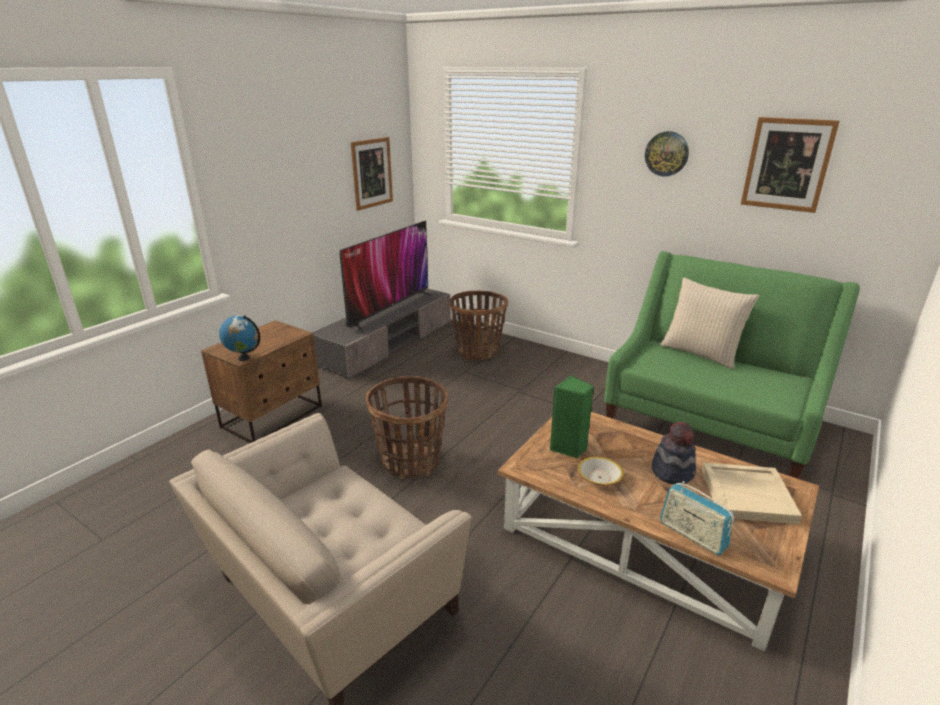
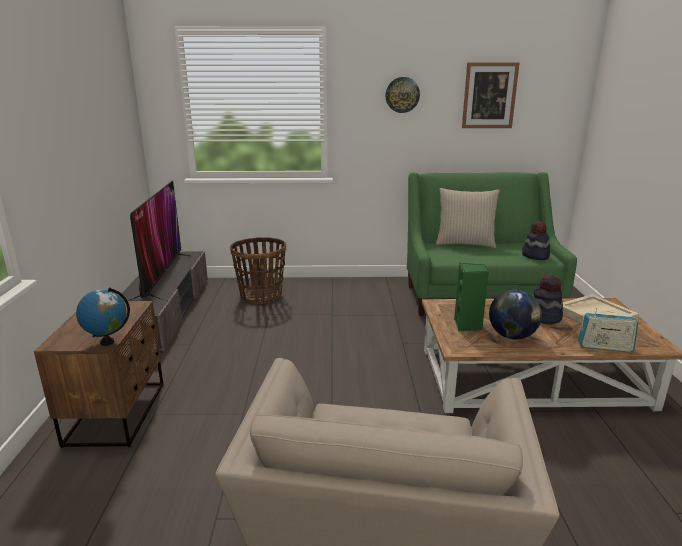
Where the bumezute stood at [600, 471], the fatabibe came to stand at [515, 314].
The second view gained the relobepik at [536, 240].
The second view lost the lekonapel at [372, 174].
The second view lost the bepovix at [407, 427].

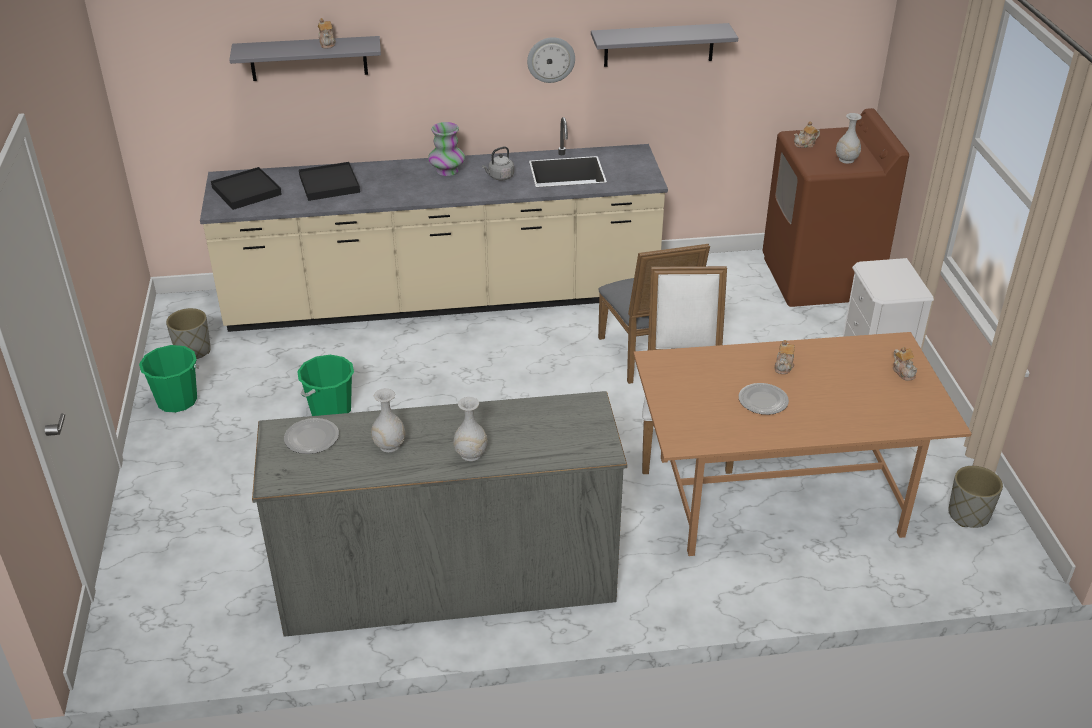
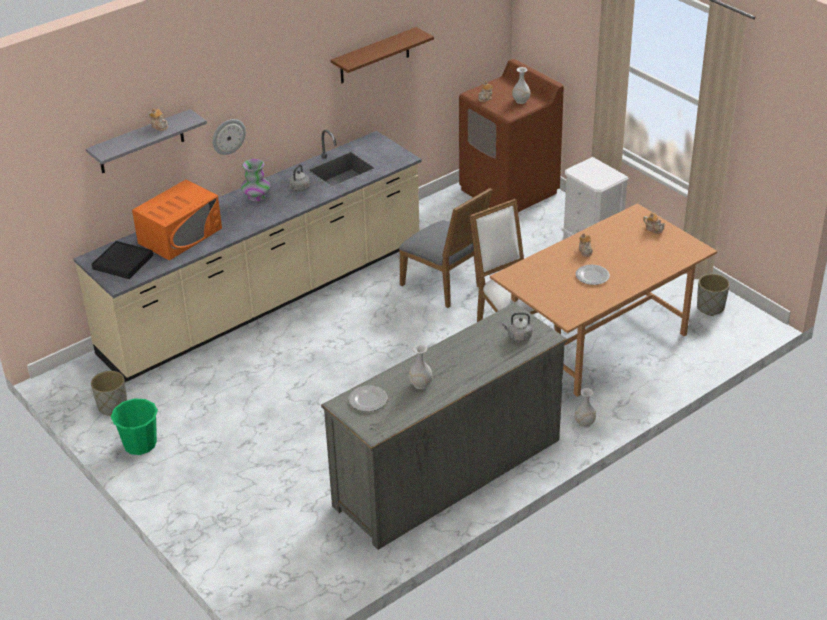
Where the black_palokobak stood at [329, 181], the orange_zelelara came to stand at [177, 220].
The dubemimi ended up elsewhere, having gone from [551, 60] to [229, 137].
What was the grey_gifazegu at [664, 45] turned into the brown_gifazegu at [382, 55].
The second view gained the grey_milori at [517, 327].
The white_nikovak ended up elsewhere, having gone from [470, 429] to [585, 408].
The second view lost the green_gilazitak at [325, 385].

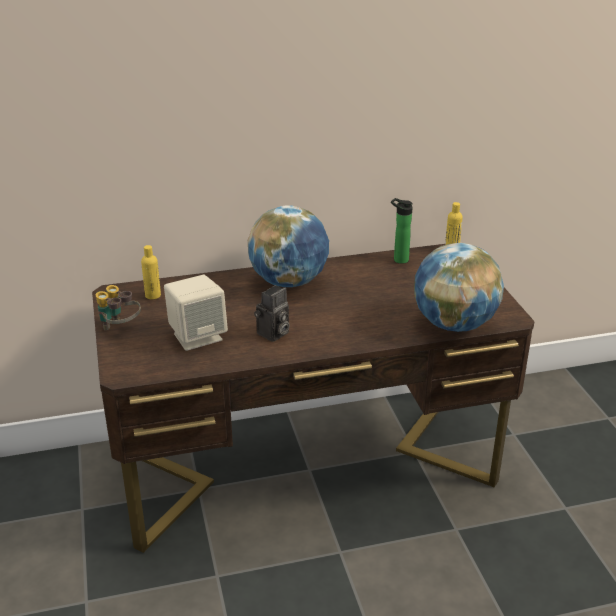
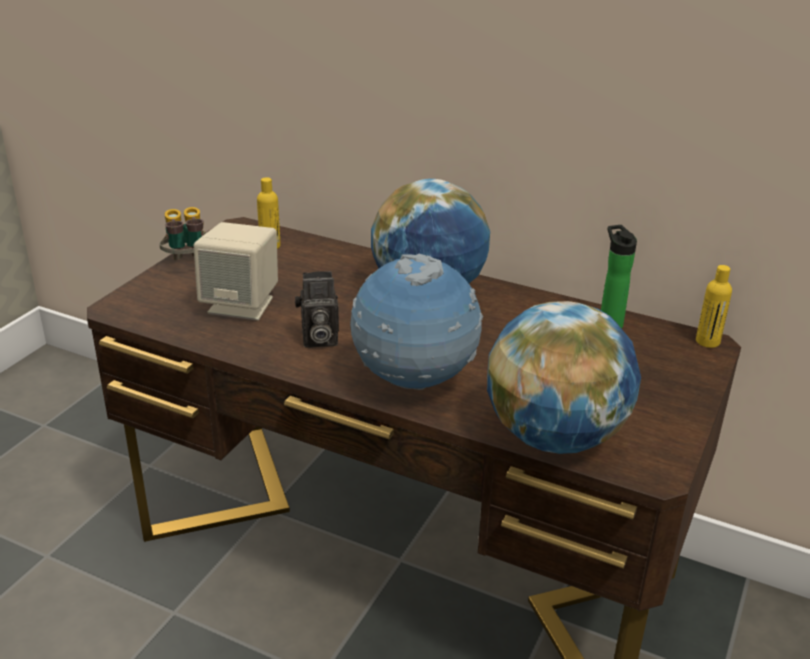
The second view gained the fatabibe at [416, 322].

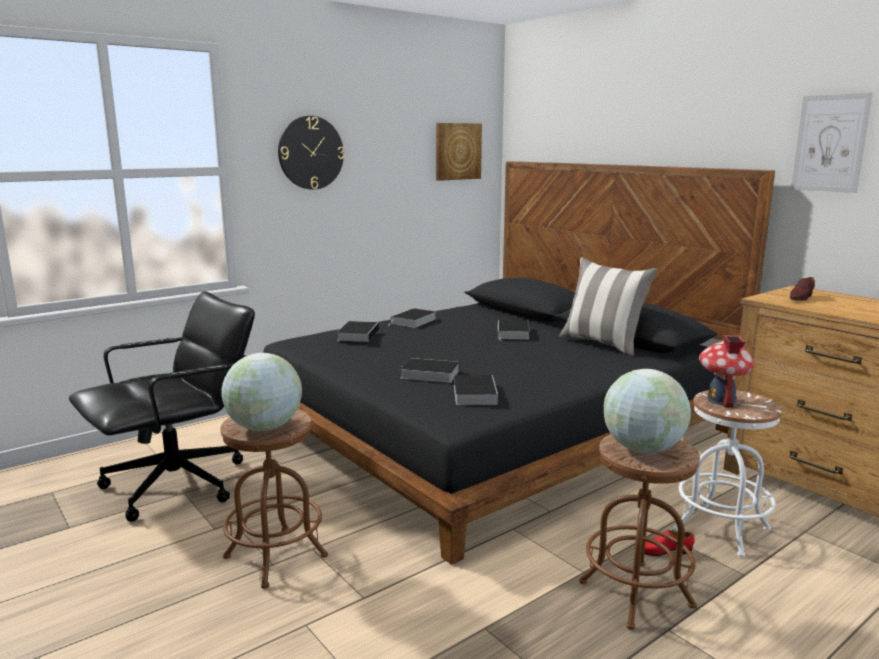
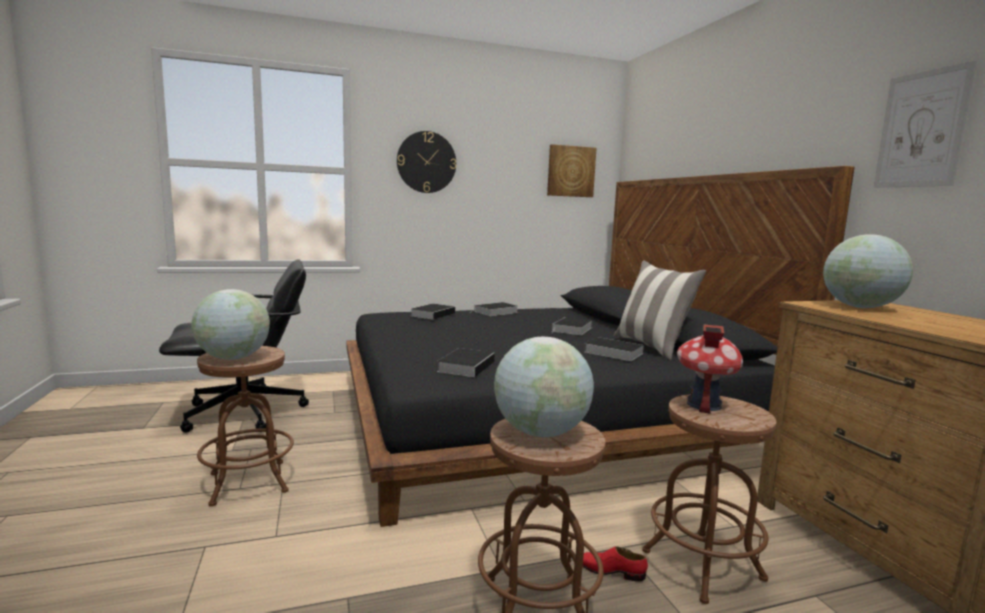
The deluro ended up elsewhere, having gone from [430, 370] to [614, 349].
What was the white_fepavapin at [728, 473] turned into the brown_fepavapin at [709, 499].
Where the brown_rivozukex stood at [802, 289], the fatabibe came to stand at [868, 271].

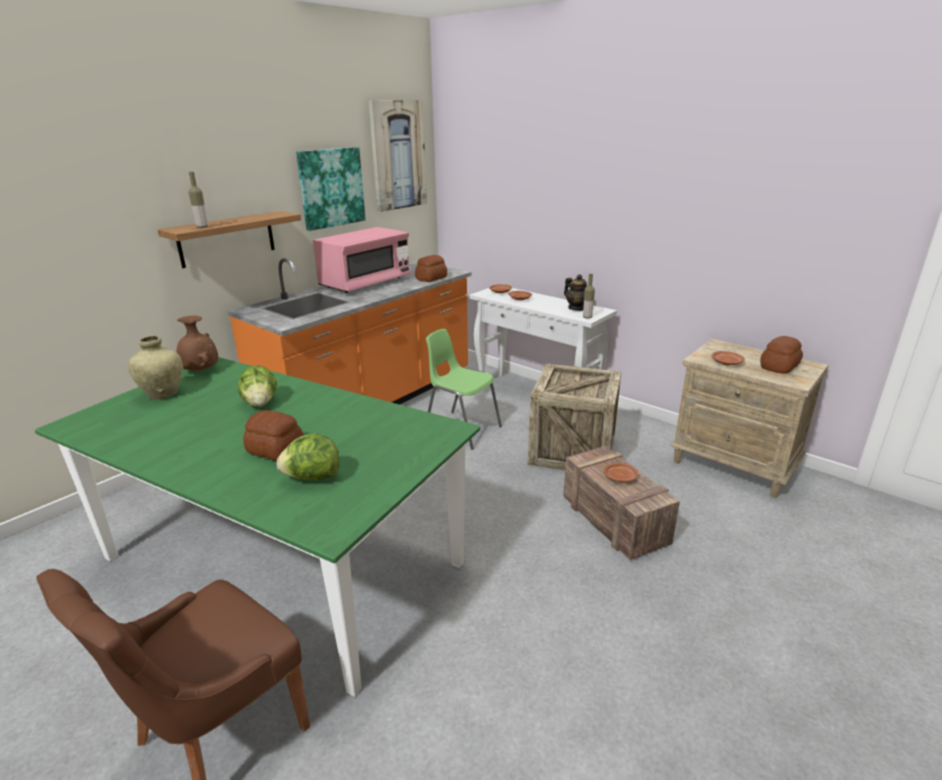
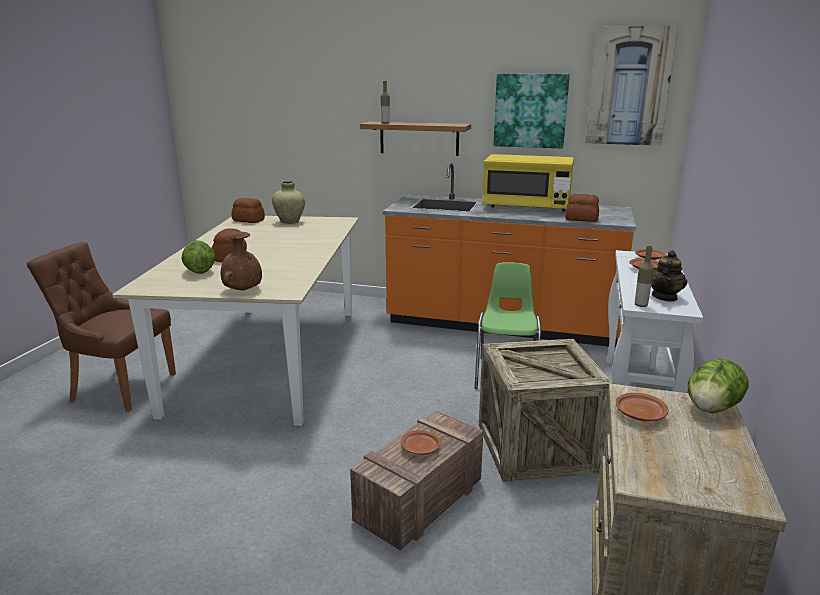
What was the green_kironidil at [257, 527] turned into the beige_kironidil at [235, 321].
The brown_nikovak ended up elsewhere, having gone from [197, 343] to [241, 261].
The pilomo ended up elsewhere, having gone from [781, 355] to [248, 210].
What was the pink_zelelara at [362, 260] turned into the yellow_zelelara at [528, 183].
The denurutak ended up elsewhere, having gone from [257, 386] to [718, 386].

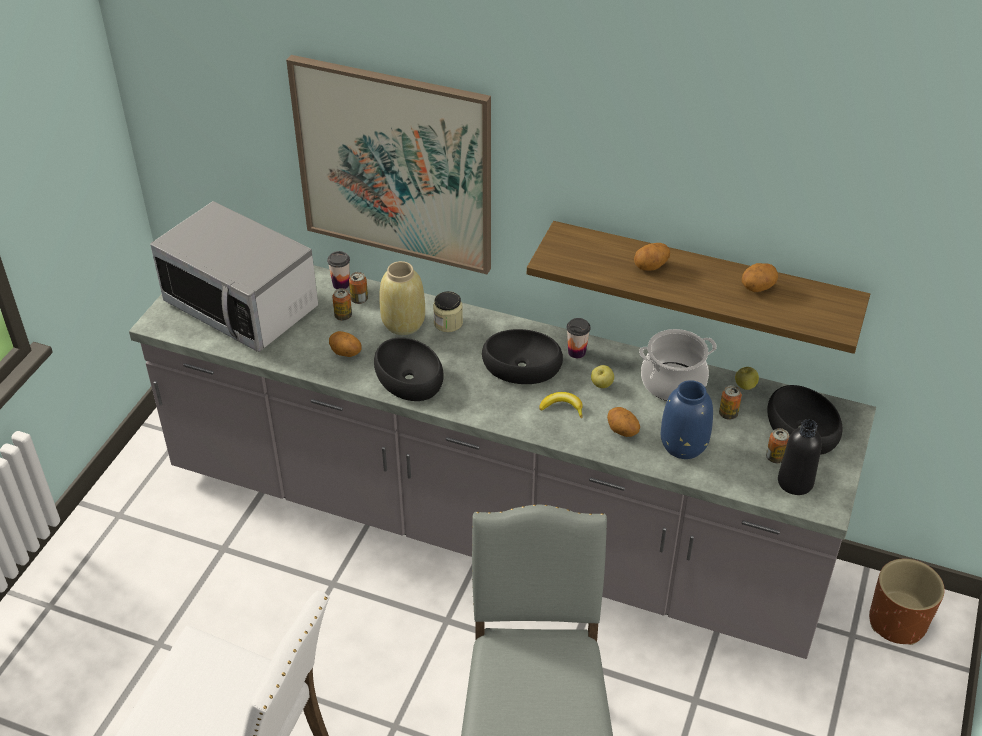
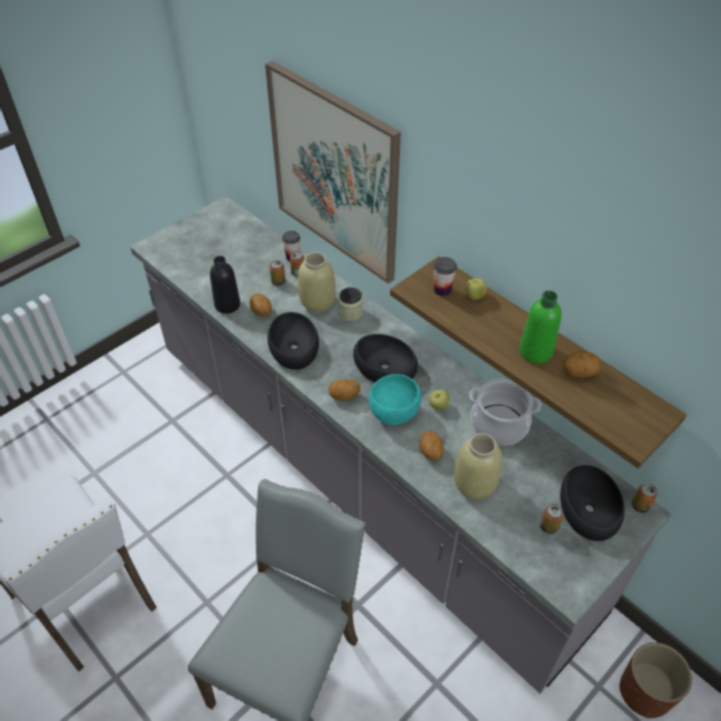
The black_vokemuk ended up elsewhere, having gone from [800, 457] to [225, 285].
The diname ended up elsewhere, having gone from [652, 257] to [344, 390].
Where the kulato stood at [561, 405], the turquoise_bumezute came to stand at [395, 399].
The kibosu ended up elsewhere, having gone from [578, 338] to [445, 276].
What was the blue_nikovak at [687, 419] turned into the beige_nikovak at [478, 466].
The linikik ended up elsewhere, having gone from [747, 378] to [476, 289].
The second view gained the green_vokemuk at [540, 327].
The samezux ended up elsewhere, having gone from [730, 402] to [644, 498].
The second view lost the zelelara at [234, 276].

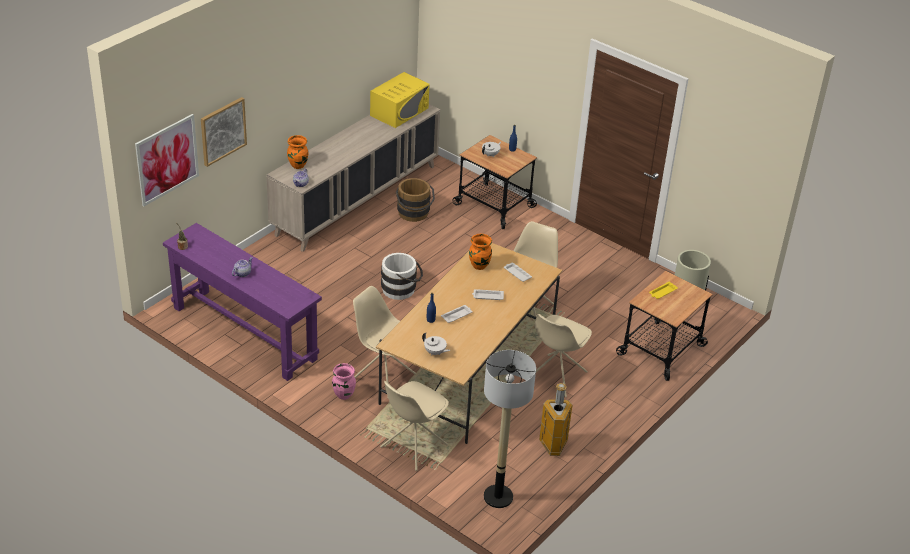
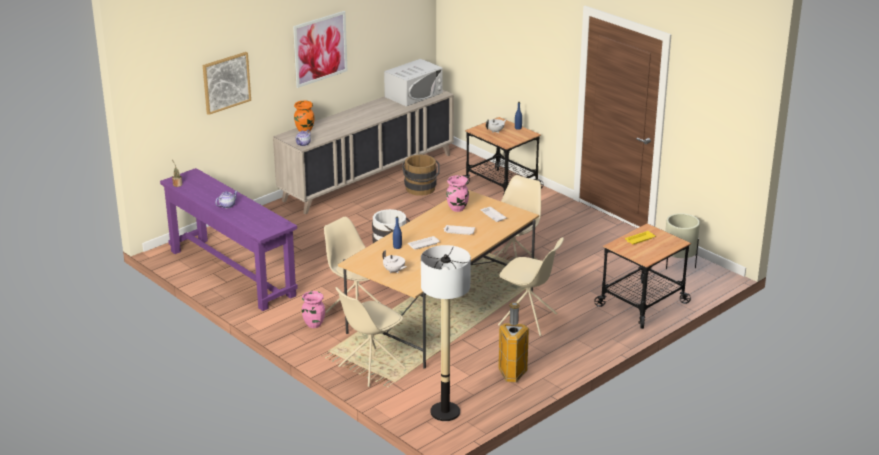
The lekonapel ended up elsewhere, having gone from [167, 160] to [320, 49].
What was the yellow_zelelara at [399, 100] turned into the white_zelelara at [413, 82].
What was the orange_nikovak at [480, 252] turned into the pink_nikovak at [457, 193].
The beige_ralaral at [563, 355] ended up facing another way, 105 degrees counterclockwise from before.

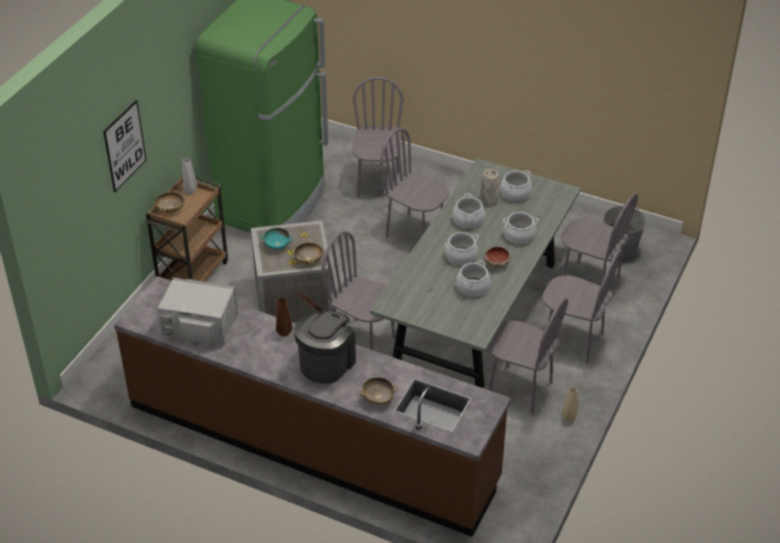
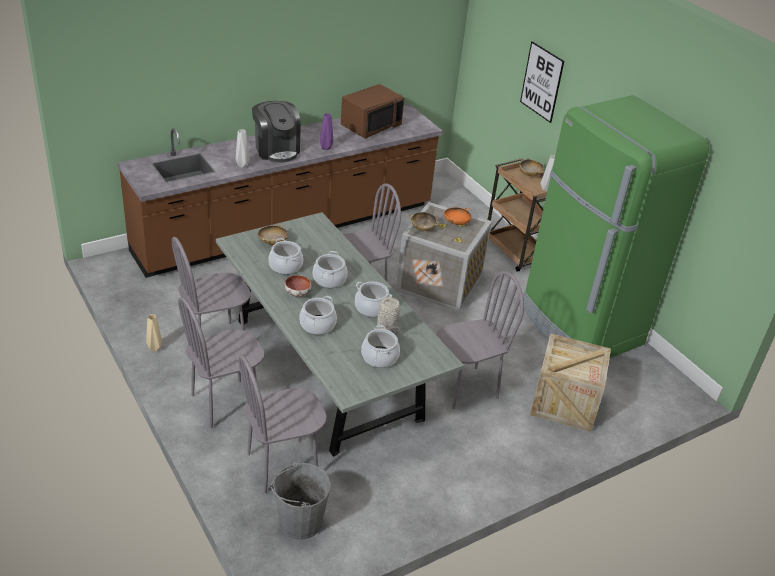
The second view gained the grey_nikovak at [243, 148].
The beige_bumezute ended up elsewhere, having gone from [378, 391] to [273, 234].
What was the brown_nikovak at [284, 316] turned into the purple_nikovak at [326, 131].
What was the grey_zelelara at [198, 311] turned into the brown_zelelara at [373, 111].
What was the turquoise_bumezute at [276, 239] turned into the orange_bumezute at [458, 216].
Where the grey_ralaral stood at [377, 137], the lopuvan came to stand at [570, 382].

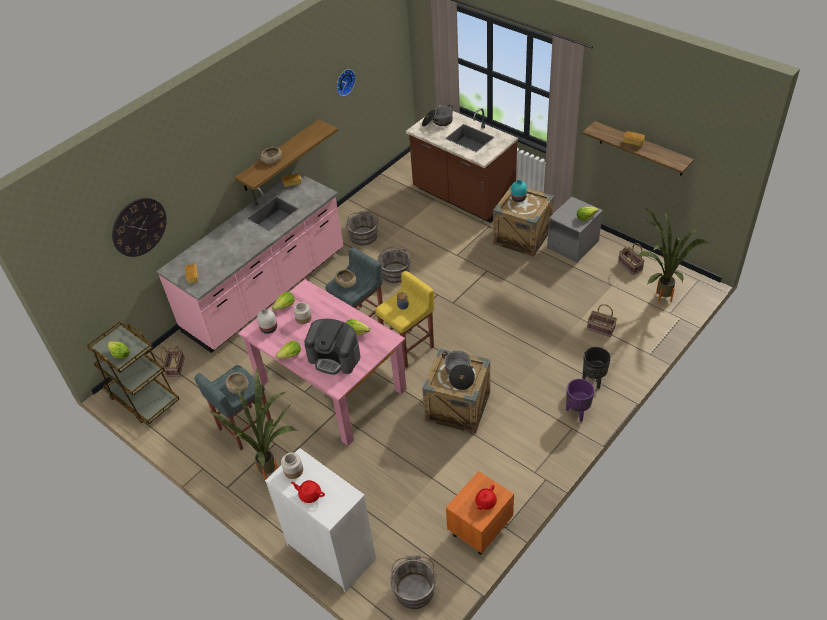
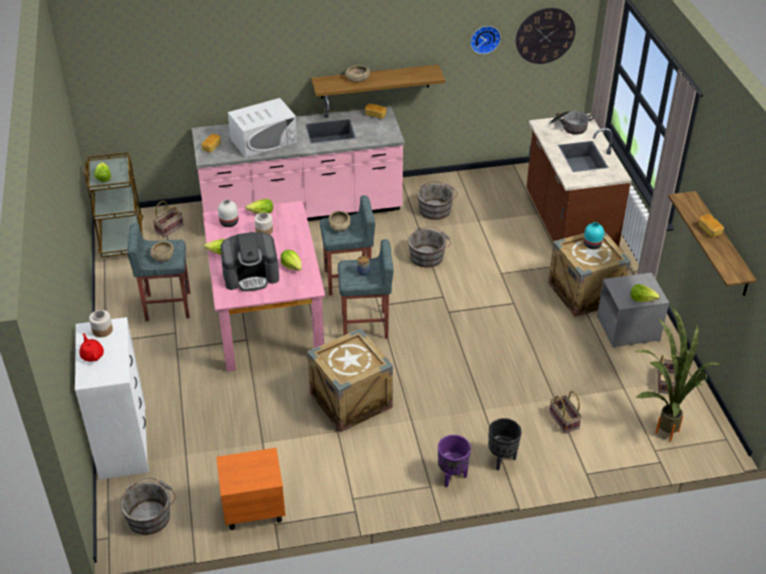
The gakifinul at [332, 347] ended up facing another way, 75 degrees counterclockwise from before.
The second view gained the white_zelelara at [262, 128].
What was the yellow_fepavapin at [404, 319] turned into the grey_fepavapin at [365, 289].
The dubemimi ended up elsewhere, having gone from [139, 227] to [546, 36].
The second view lost the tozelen at [253, 424].
The second view lost the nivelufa at [458, 370].
The second view lost the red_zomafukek at [486, 497].

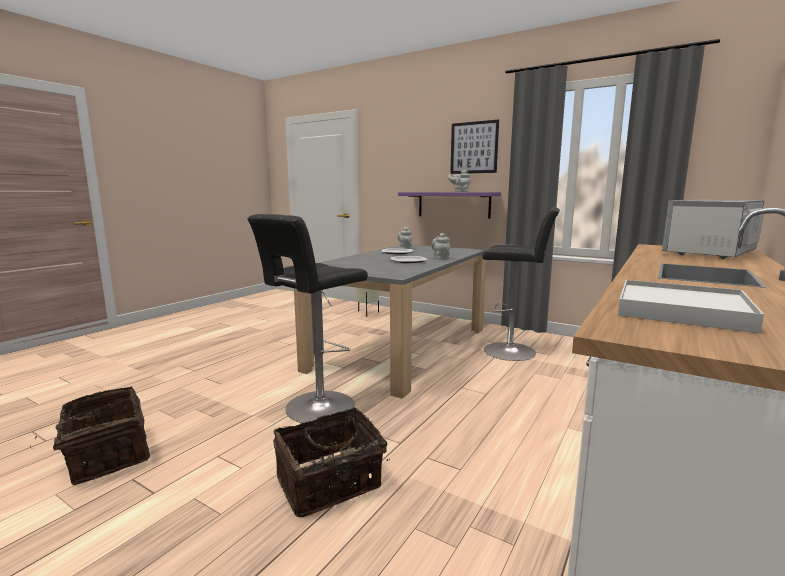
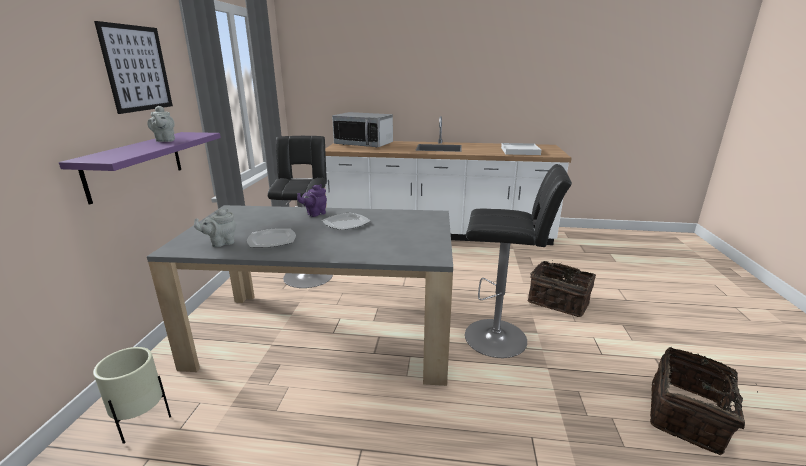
What was the grey_zomafukek at [440, 246] turned into the purple_zomafukek at [312, 200].

